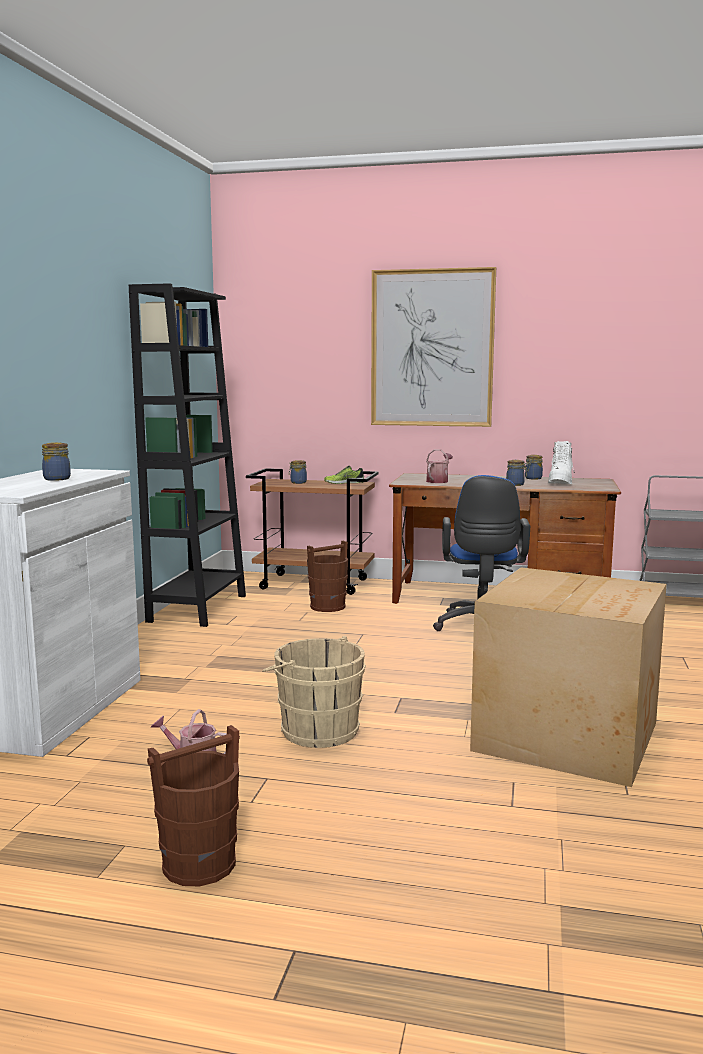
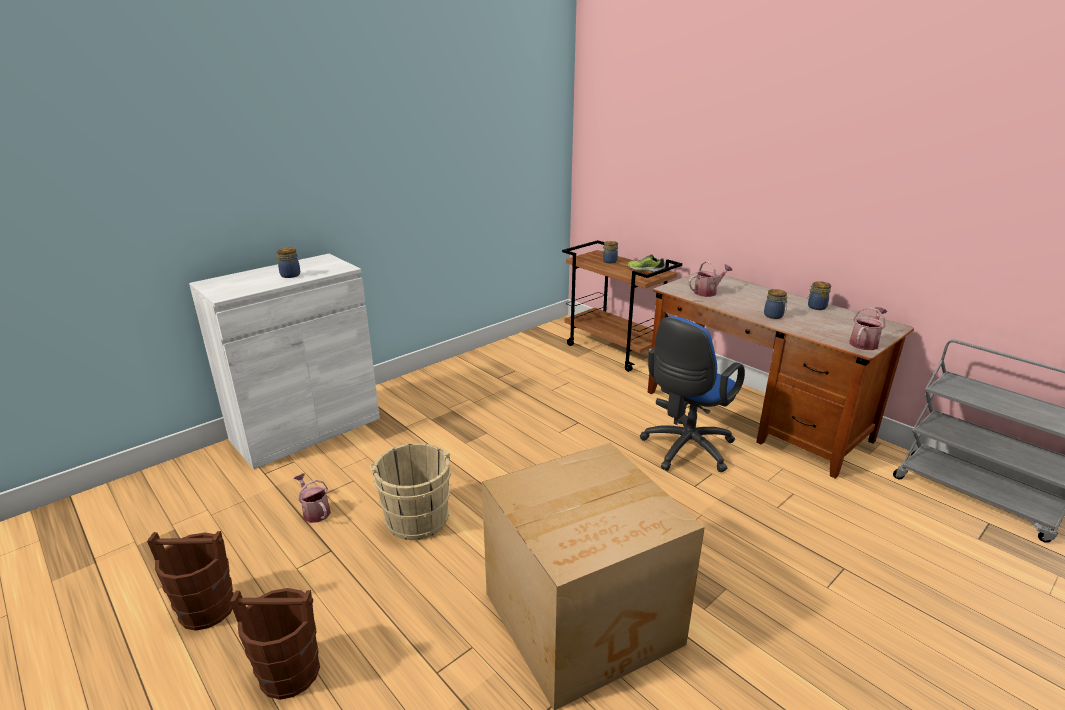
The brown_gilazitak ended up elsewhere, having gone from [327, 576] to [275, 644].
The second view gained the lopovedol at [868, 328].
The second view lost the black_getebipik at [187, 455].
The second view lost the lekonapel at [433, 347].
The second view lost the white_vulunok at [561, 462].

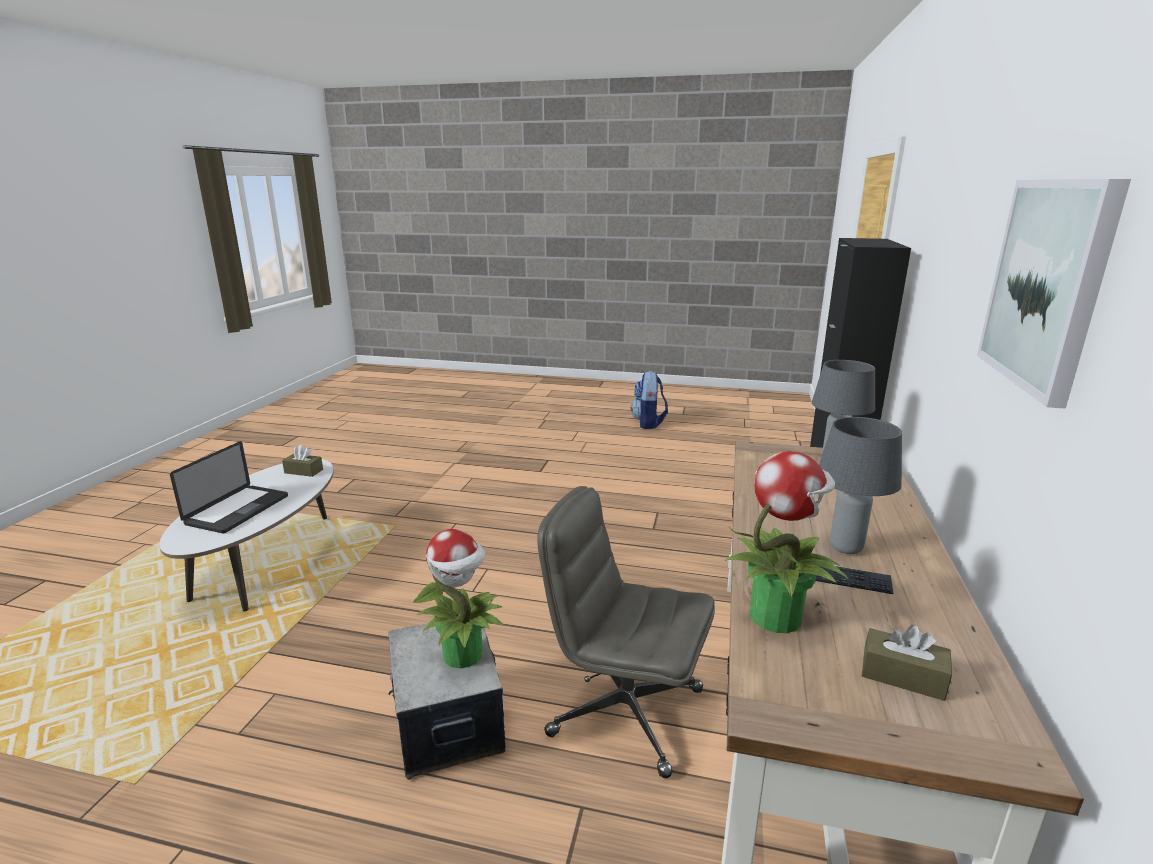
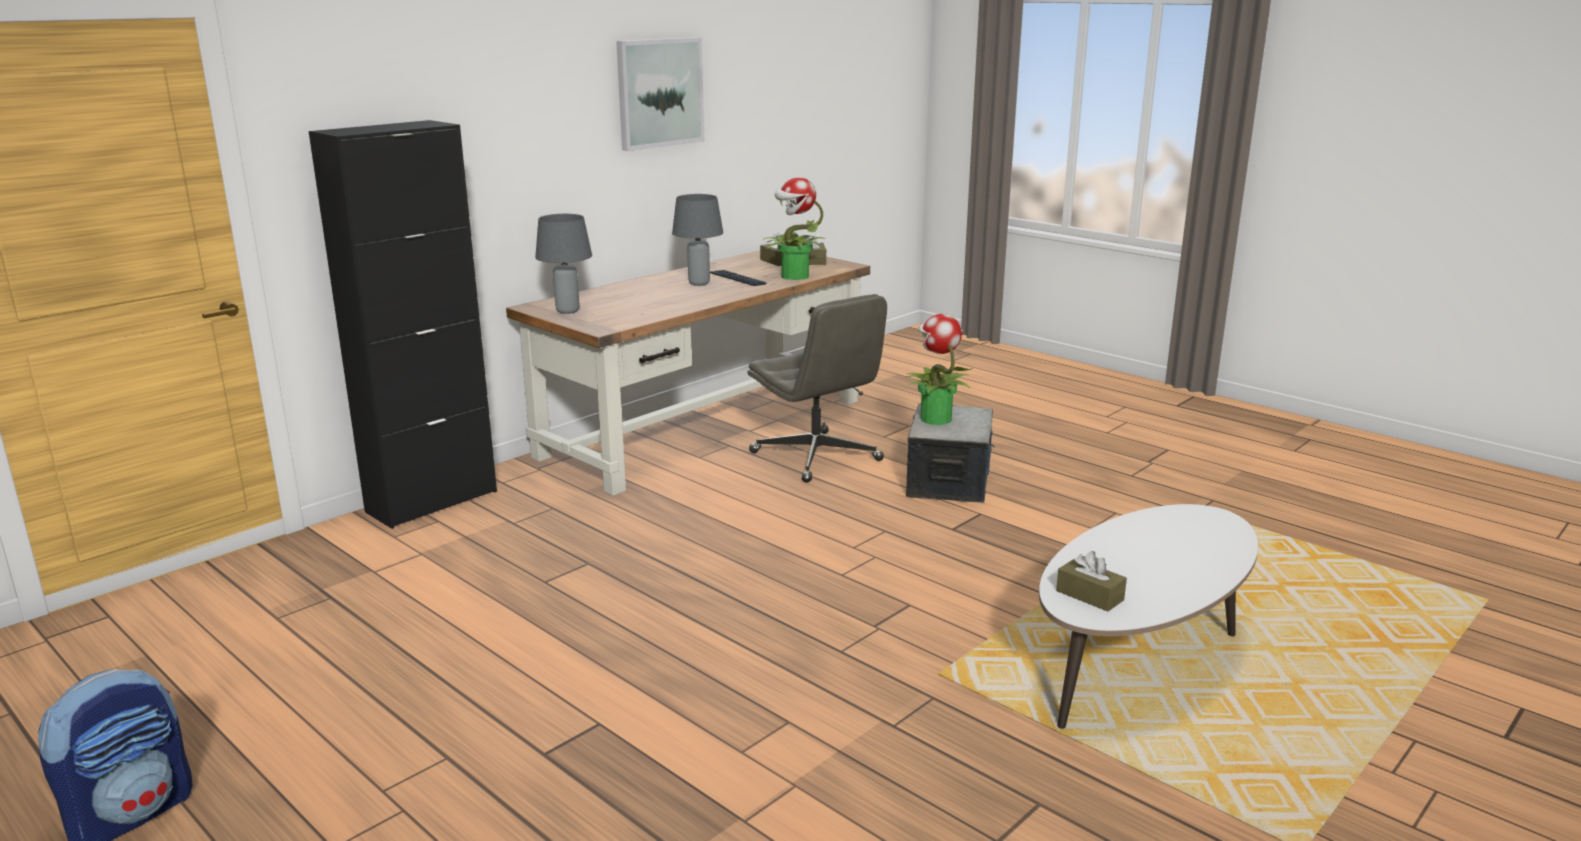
The second view gained the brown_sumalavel at [817, 248].
The second view lost the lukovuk at [229, 487].

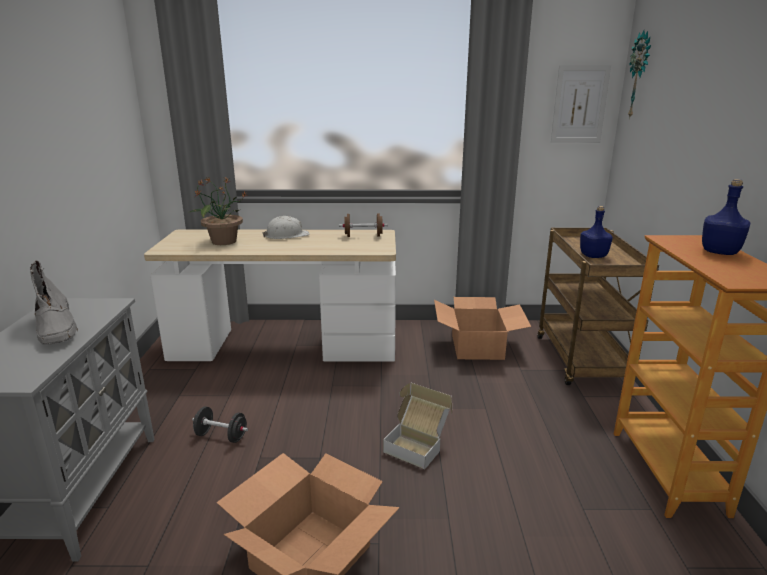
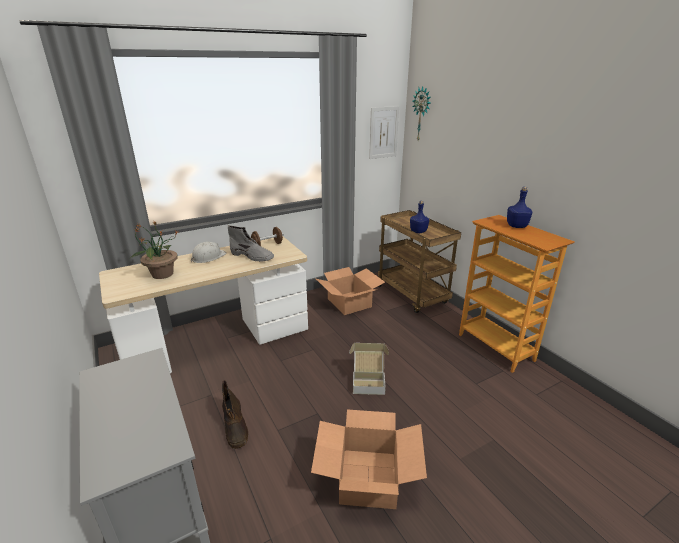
Where the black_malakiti stood at [220, 424], the brown_vulunok came to stand at [235, 414].
The grey_vulunok ended up elsewhere, having gone from [54, 302] to [251, 243].

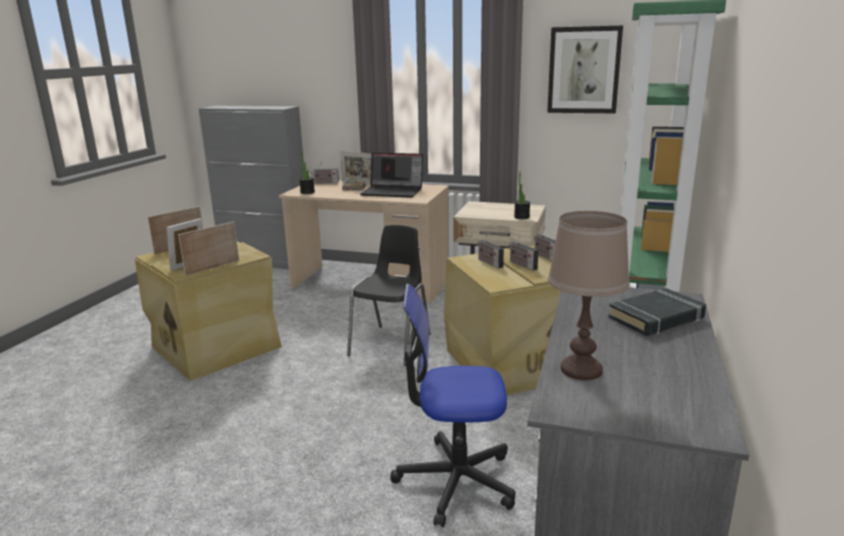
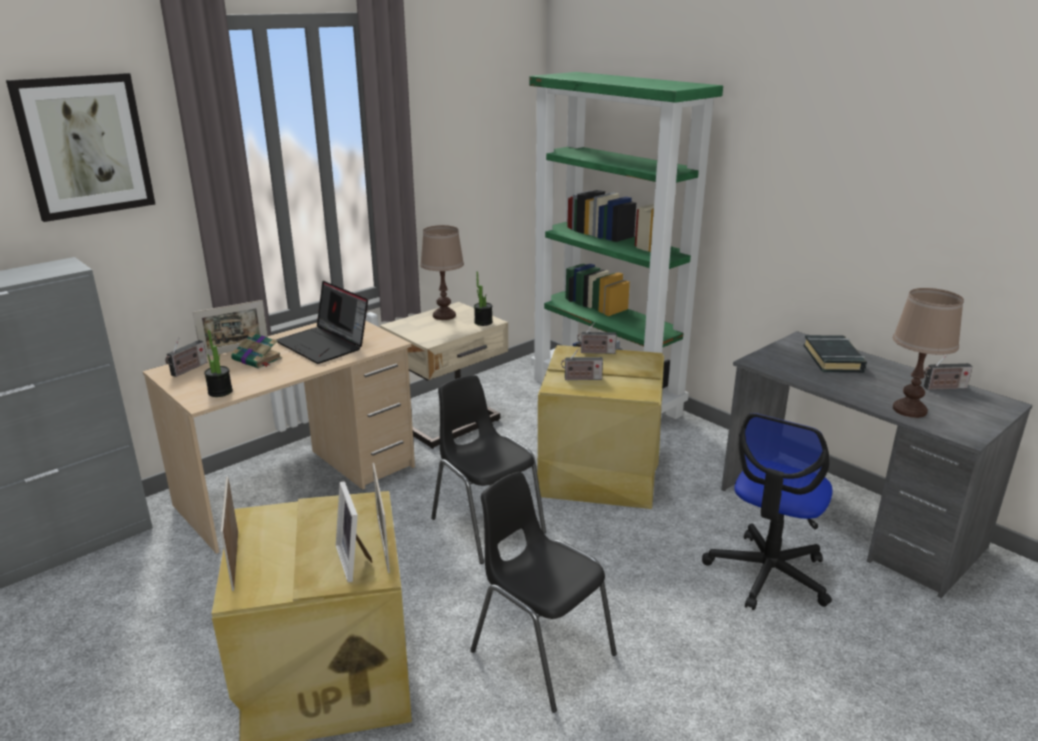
The lekonapel ended up elsewhere, having gone from [585, 69] to [80, 147].
The lukovuk at [391, 175] ended up facing another way, 90 degrees clockwise from before.
The second view gained the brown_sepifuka at [442, 272].
The second view gained the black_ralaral at [543, 592].
The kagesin ended up elsewhere, having gone from [523, 252] to [948, 372].

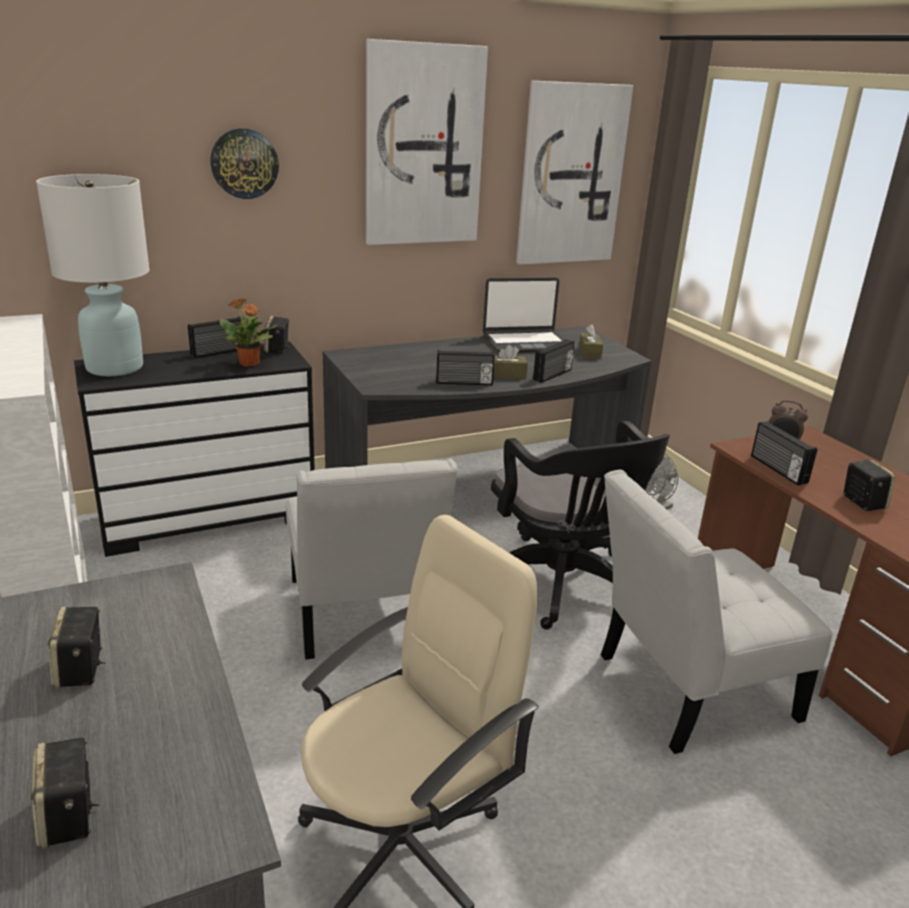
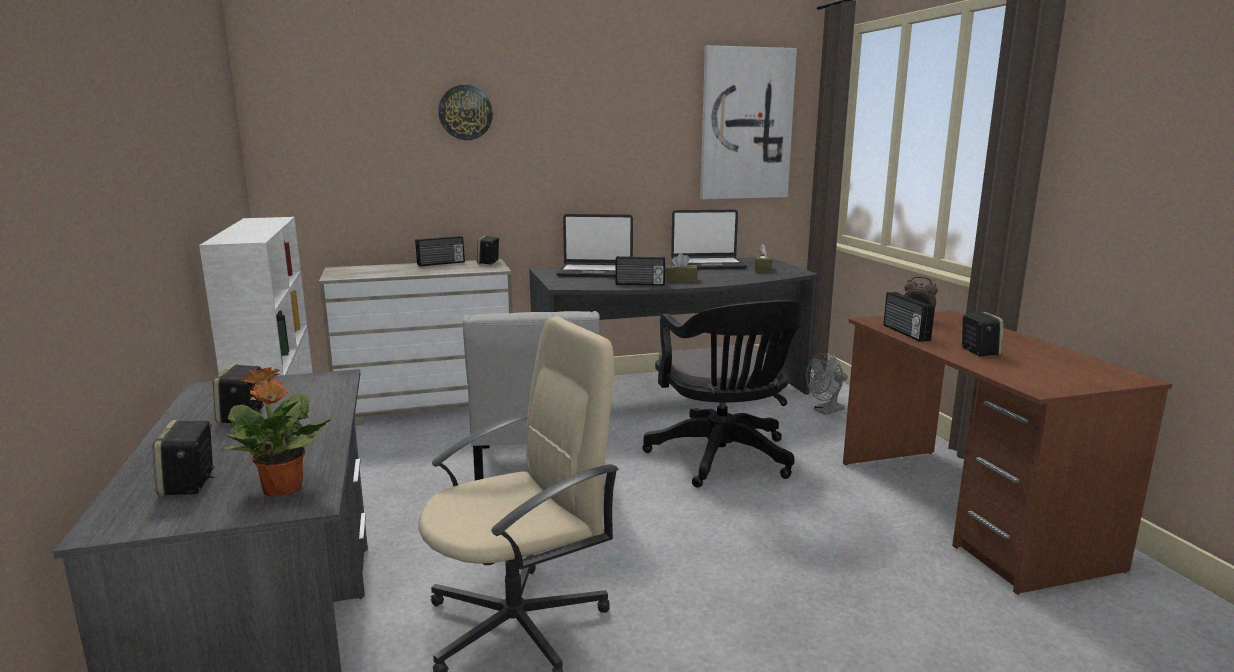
The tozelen ended up elsewhere, having gone from [248, 332] to [277, 432].
What was the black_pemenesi at [194, 449] turned into the beige_pemenesi at [416, 342].
The second view gained the lukovuk at [594, 246].
The second view lost the white_sepifuka at [93, 275].
The second view lost the lekonapel at [427, 142].
The second view lost the kagesin at [554, 361].
The second view lost the white_ralaral at [716, 612].

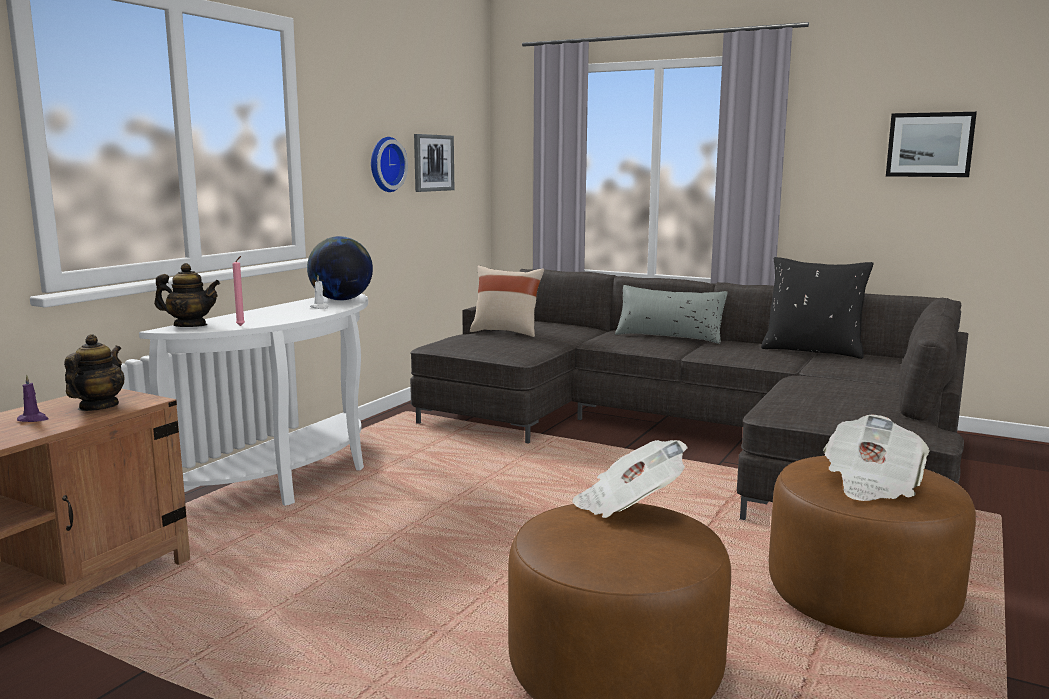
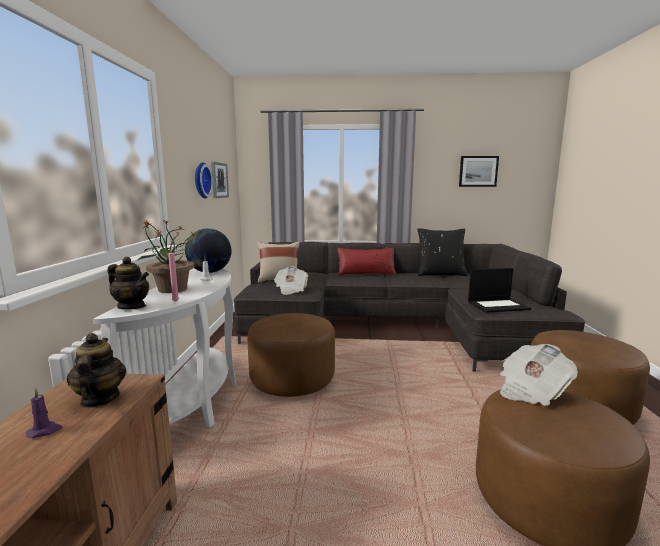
The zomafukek at [187, 295] ended up facing another way, 45 degrees clockwise from before.
The second view gained the tozelen at [166, 256].
The second view gained the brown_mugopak at [291, 355].
The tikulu ended up elsewhere, having gone from [876, 458] to [291, 280].
What was the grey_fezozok at [671, 314] turned into the red_fezozok at [366, 262].
The second view gained the lukovuk at [499, 290].

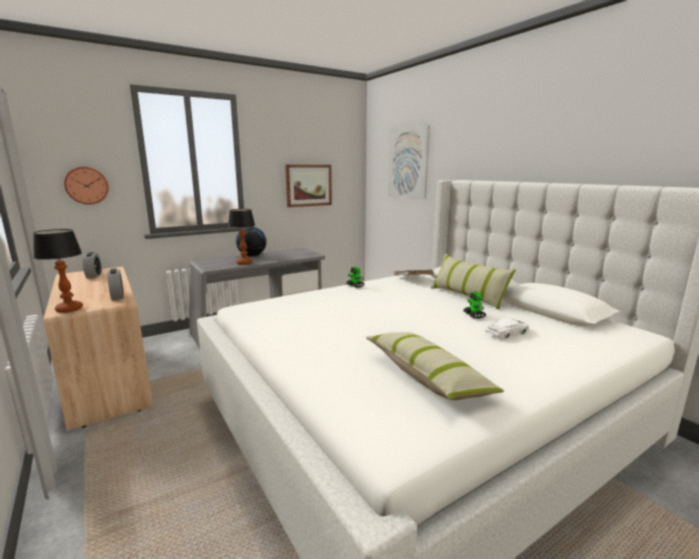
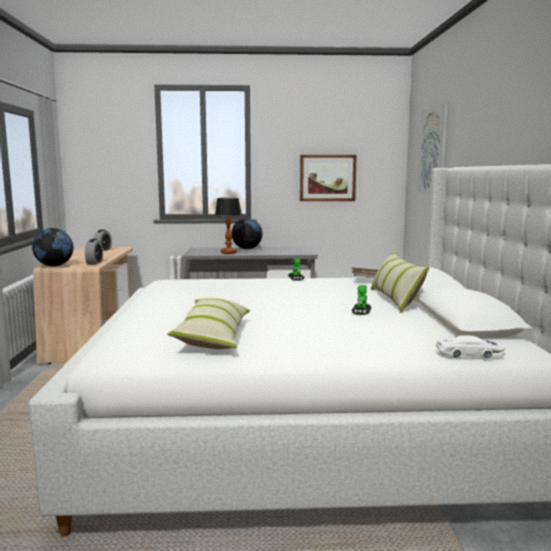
Where the sepifuka stood at [58, 271], the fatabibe came to stand at [52, 247].
The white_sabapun ended up elsewhere, having gone from [507, 329] to [470, 347].
The second view lost the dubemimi at [86, 186].

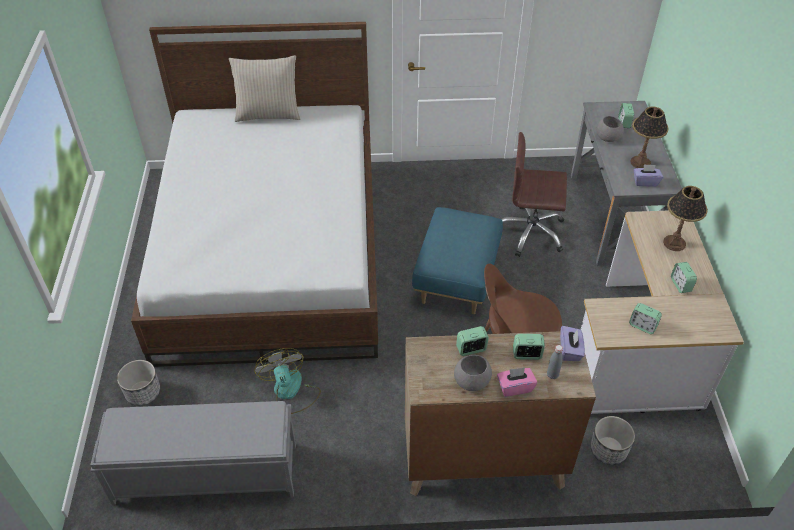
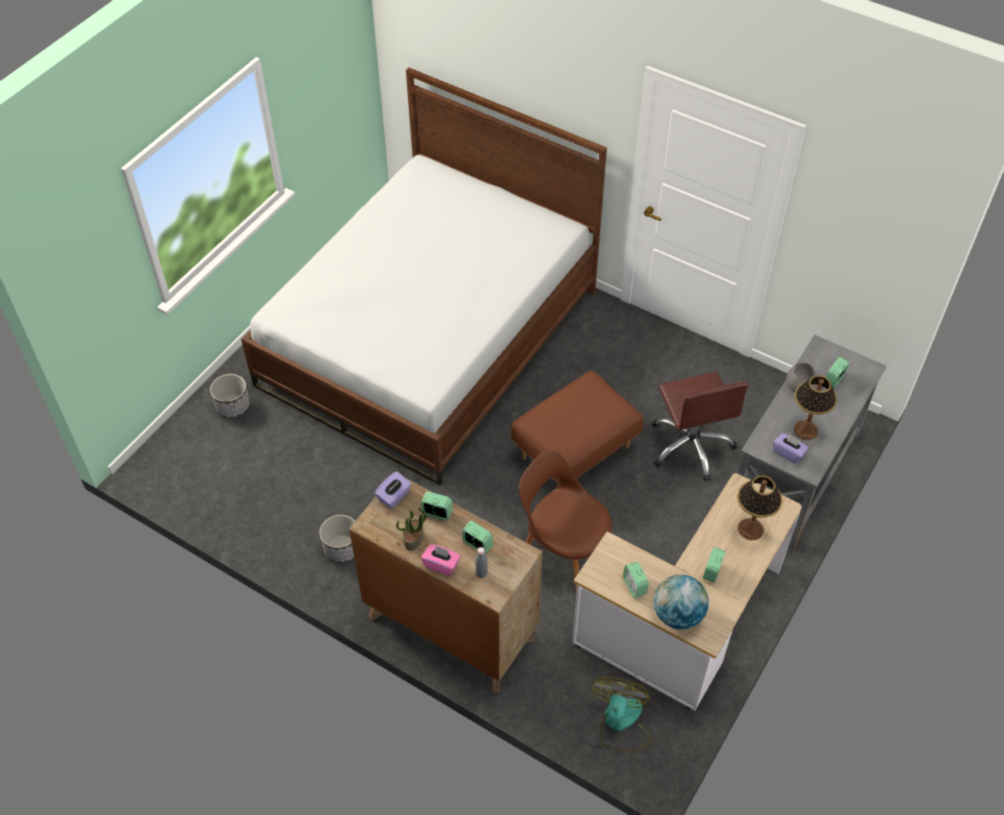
The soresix ended up elsewhere, having gone from [613, 440] to [337, 539].
The purple_sumalavel ended up elsewhere, having gone from [572, 343] to [393, 489].
Where the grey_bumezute stood at [473, 373], the tozelen came to stand at [411, 529].
What was the blue_mugopak at [457, 260] turned into the brown_mugopak at [577, 428].
The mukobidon ended up elsewhere, having gone from [287, 381] to [622, 714].
The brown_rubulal at [534, 194] ended up facing another way, 150 degrees counterclockwise from before.
The second view gained the fatabibe at [681, 602].
The second view lost the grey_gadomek at [193, 453].
The second view lost the beige_fezozok at [265, 88].

